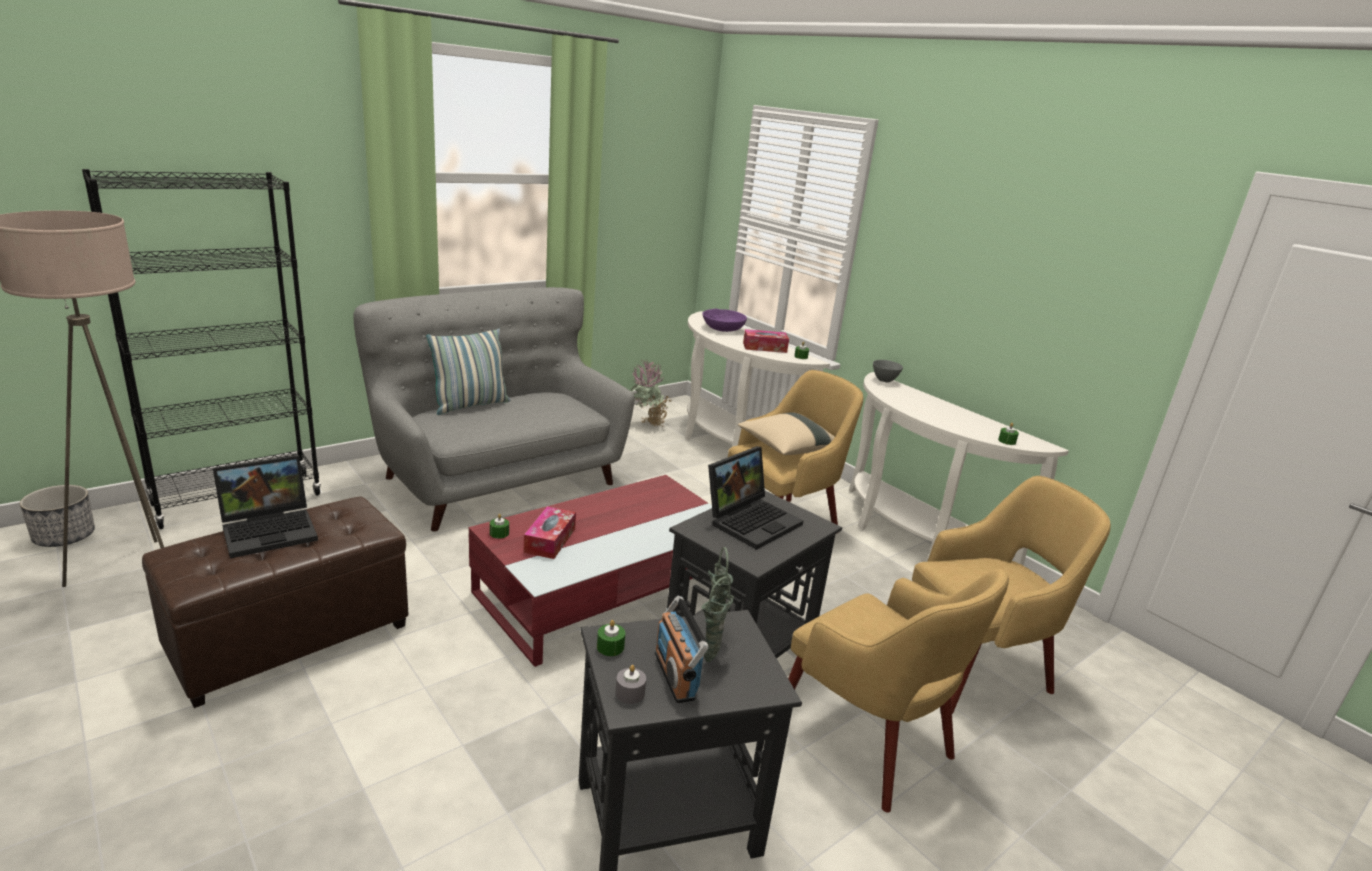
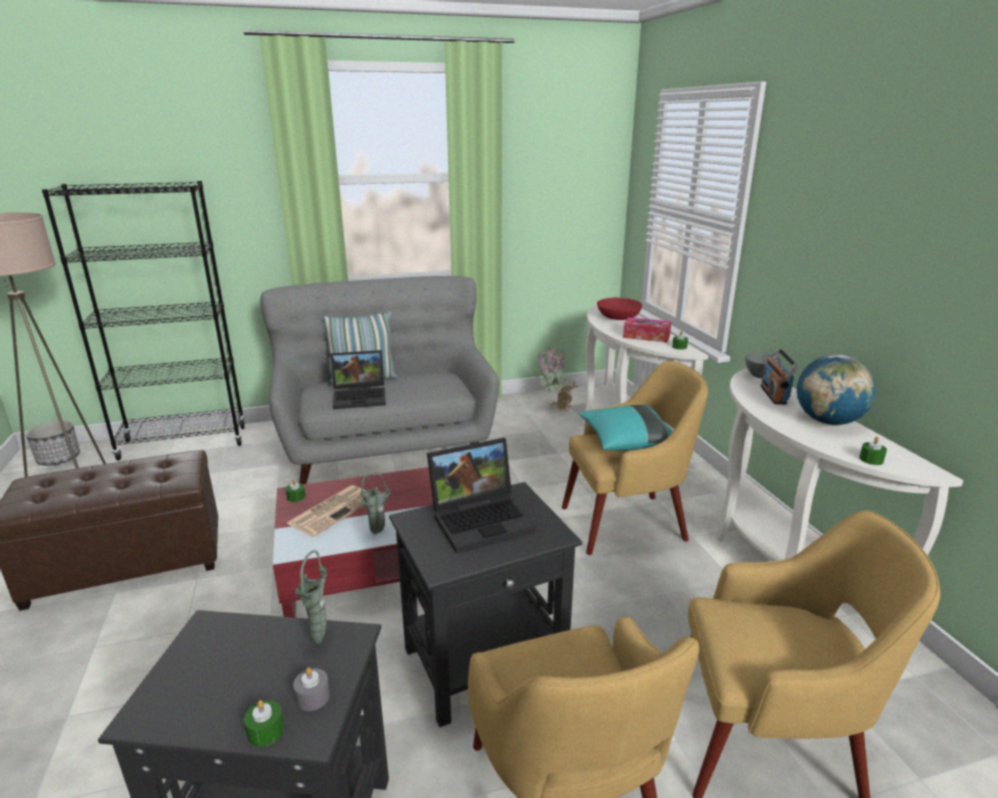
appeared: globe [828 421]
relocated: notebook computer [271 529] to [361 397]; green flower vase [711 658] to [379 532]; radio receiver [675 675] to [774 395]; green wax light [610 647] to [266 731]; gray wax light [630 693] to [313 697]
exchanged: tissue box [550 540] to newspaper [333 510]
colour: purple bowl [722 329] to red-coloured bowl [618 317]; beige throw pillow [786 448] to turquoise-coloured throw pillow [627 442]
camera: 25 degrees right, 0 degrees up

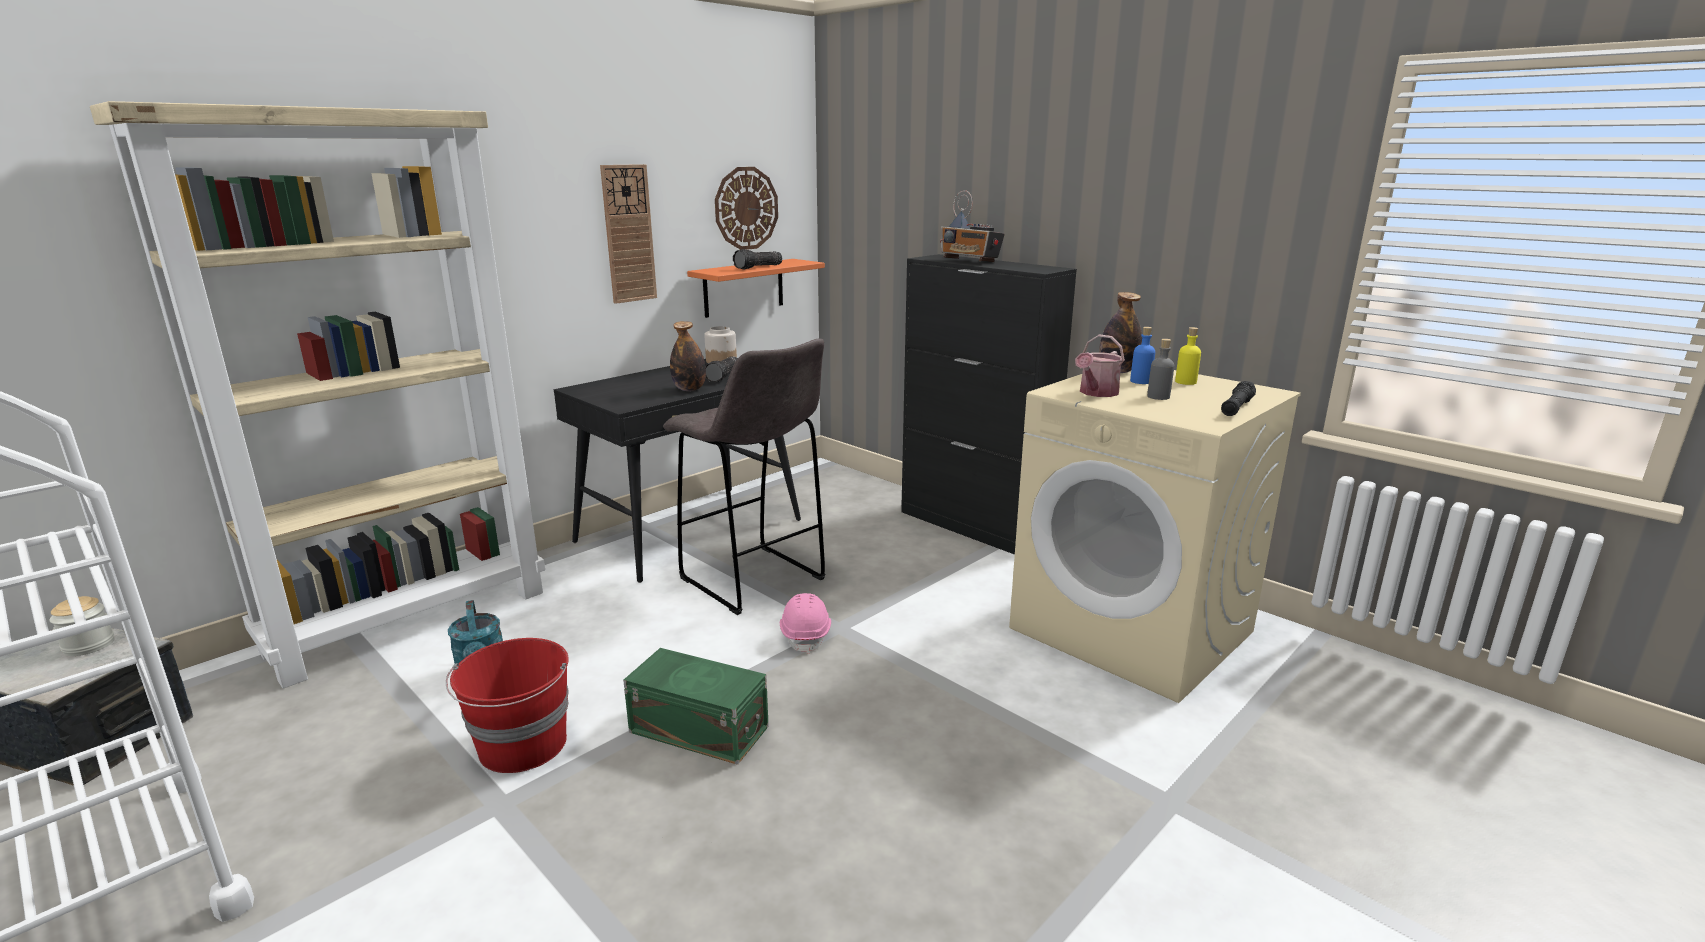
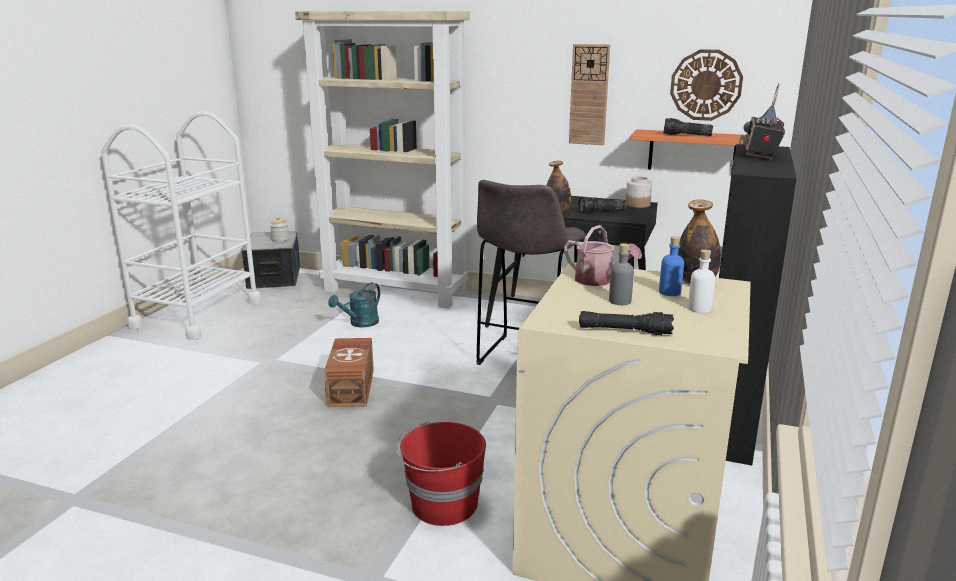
missing: pinkish safety helmet [806 635]
relocated: red-coloured water bucket [523 746] to [443 505]
colour: yellow drink bottle [1185 382] to white drink bottle [699 308]; green storage box [698 727] to brown-coloured storage box [352 387]
spun: watering pot [1096 393] = [598 281] 150 degrees counterclockwise
camera: 65 degrees right, 0 degrees up

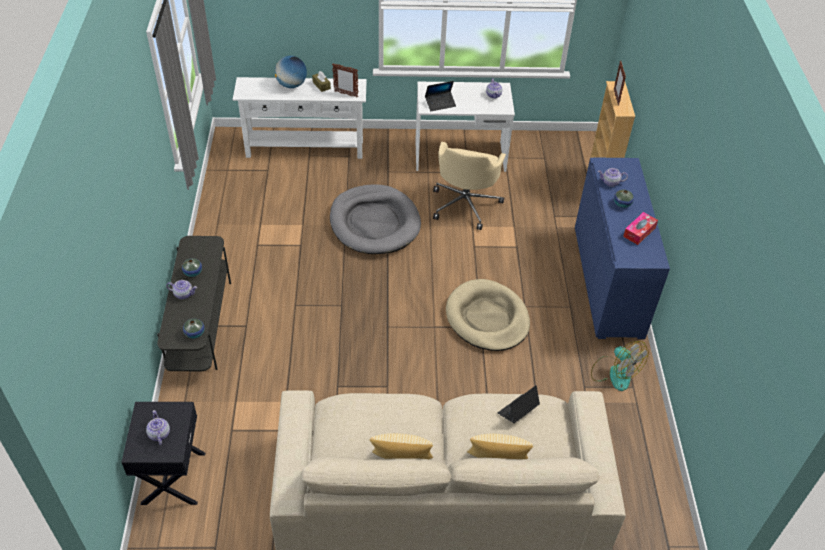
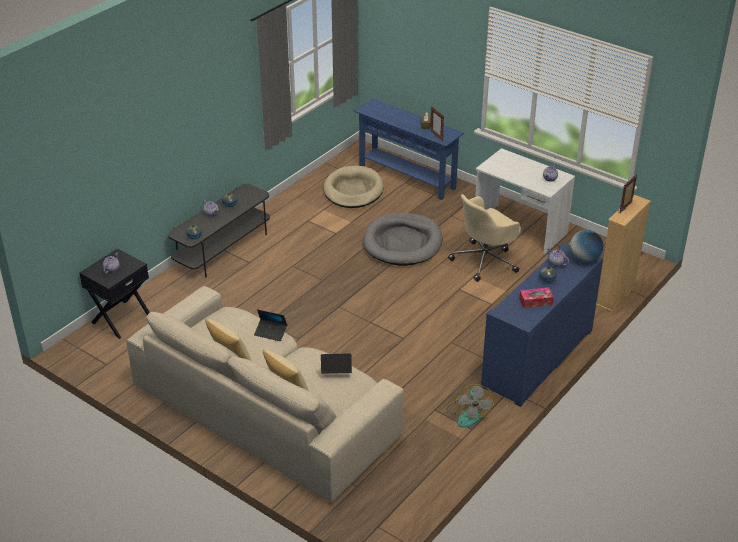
relocated: globe [291 85] to [584 259]; notebook computer [440 104] to [271 332]; beige dog bed [487 318] to [353 190]
colour: white narrow table [305 148] to blue-coloured narrow table [407 177]
camera: 40 degrees right, 10 degrees down

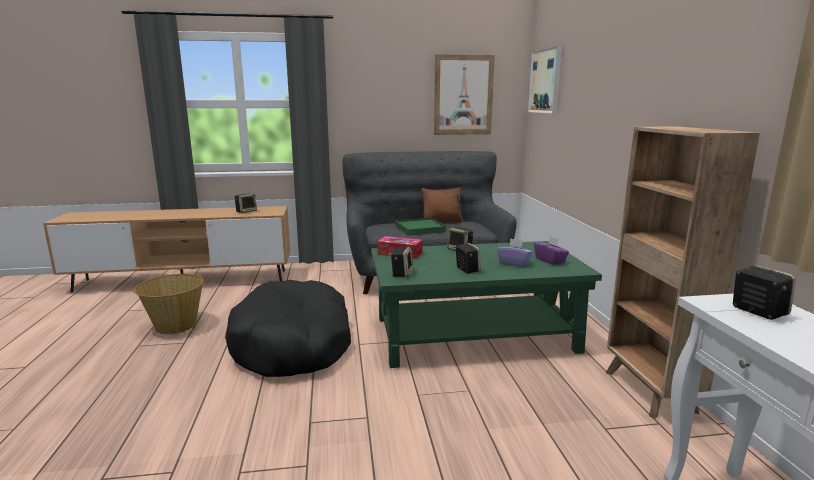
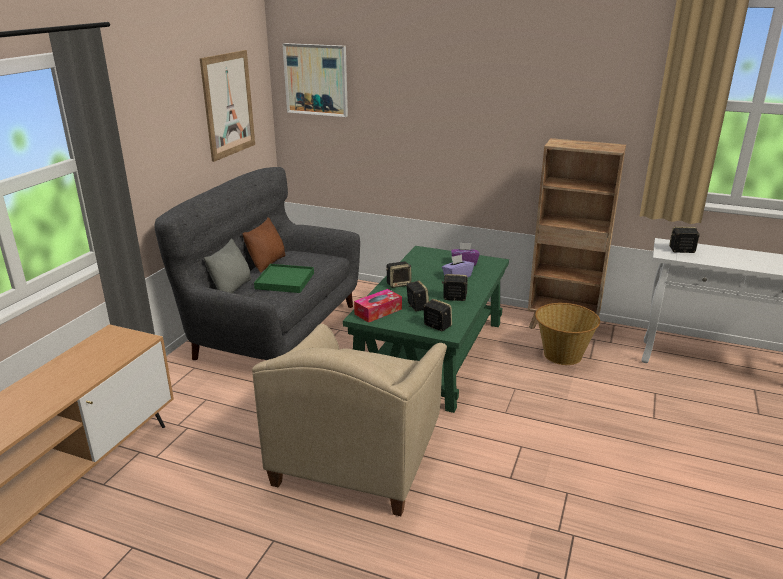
appeared: gray throw pillow [231 288]
relocated: loudspeaker [246 211] to [416 306]; storage basket [175 325] to [562 355]
exchanged: blackish dog bed [293 344] to beige armchair [358 456]
camera: 60 degrees left, 10 degrees up

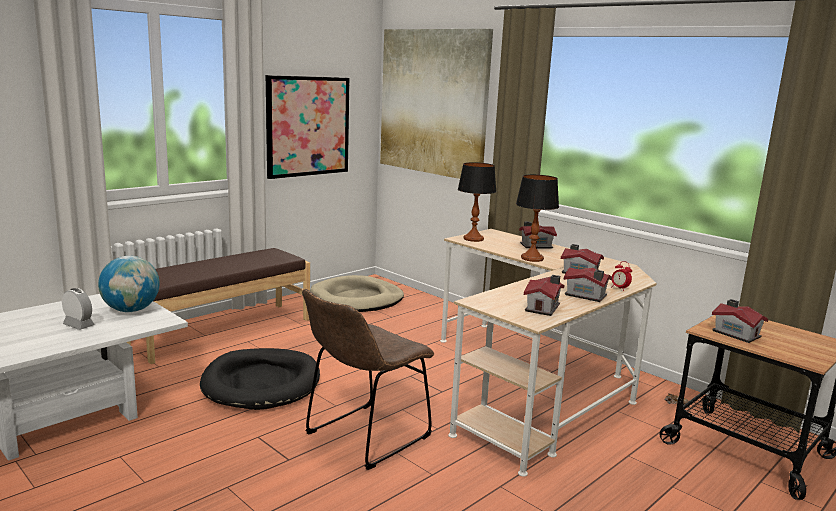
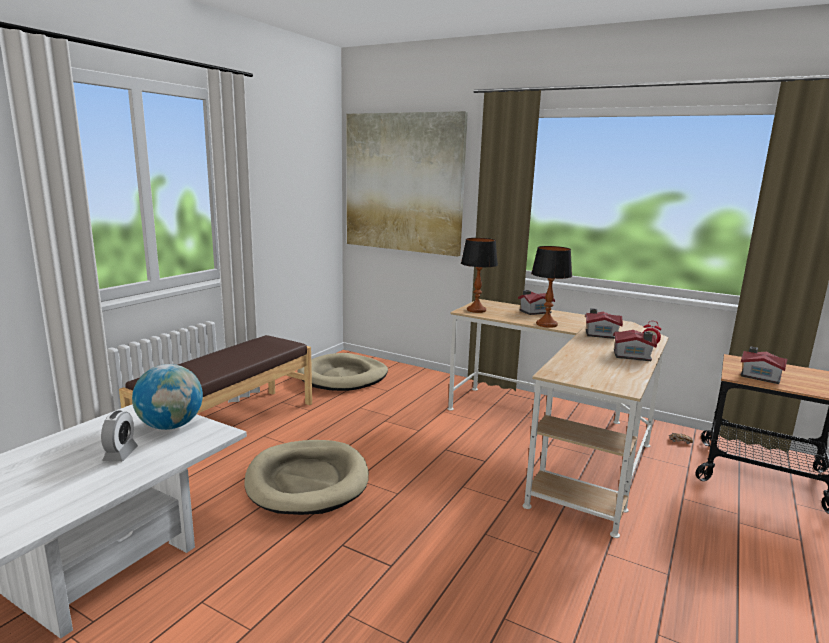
missing: wall picture [308 126]; model house [544 307]; brown-coloured plain chair [363 437]
colour: blackish dog bed [262 383] to beige dog bed [307 481]
spun: alarm clock [78 325] = [120 454] 75 degrees clockwise
camera: 15 degrees left, 0 degrees up

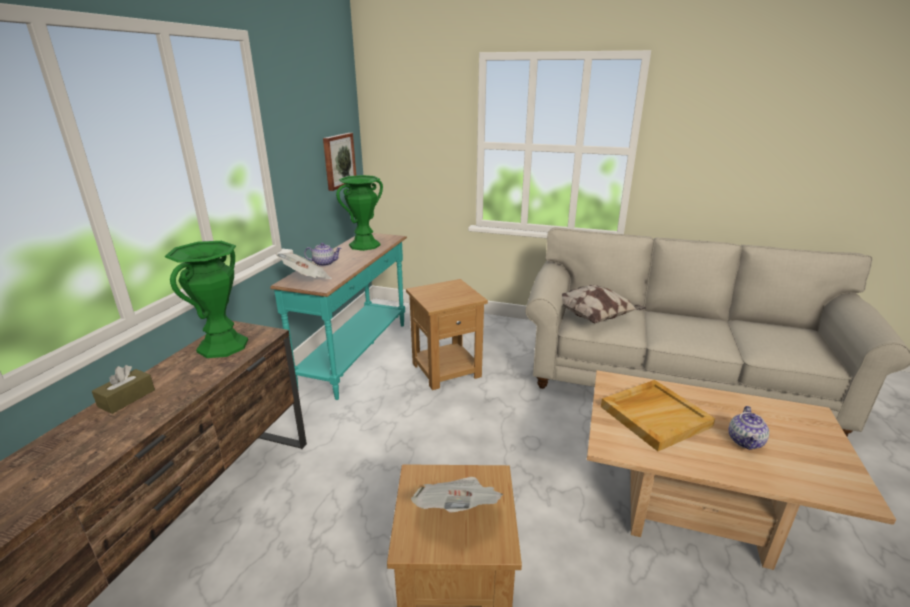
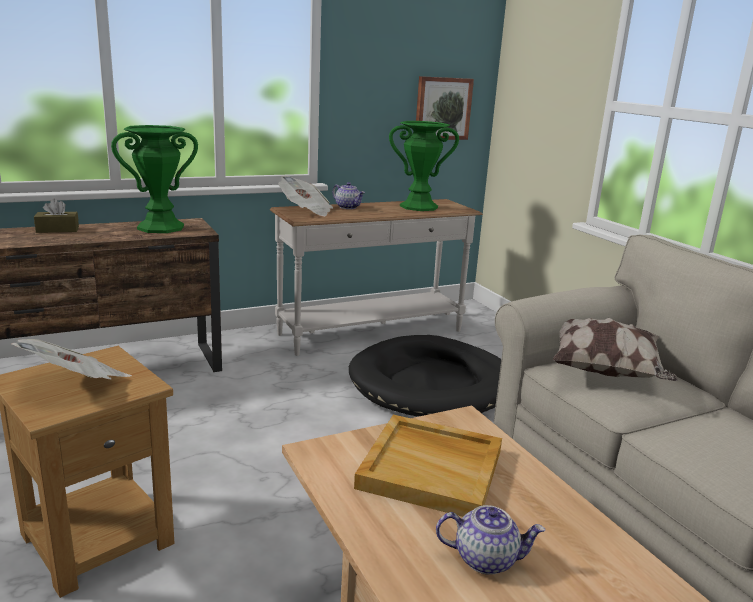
exchanged: brown-coloured accent table [447 370] to blackish dog bed [432 383]
colour: turquoise-coloured narrow table [357 354] to white narrow table [372 333]
spun: tea pot [745 441] = [486 559] 150 degrees counterclockwise
camera: 45 degrees right, 5 degrees down

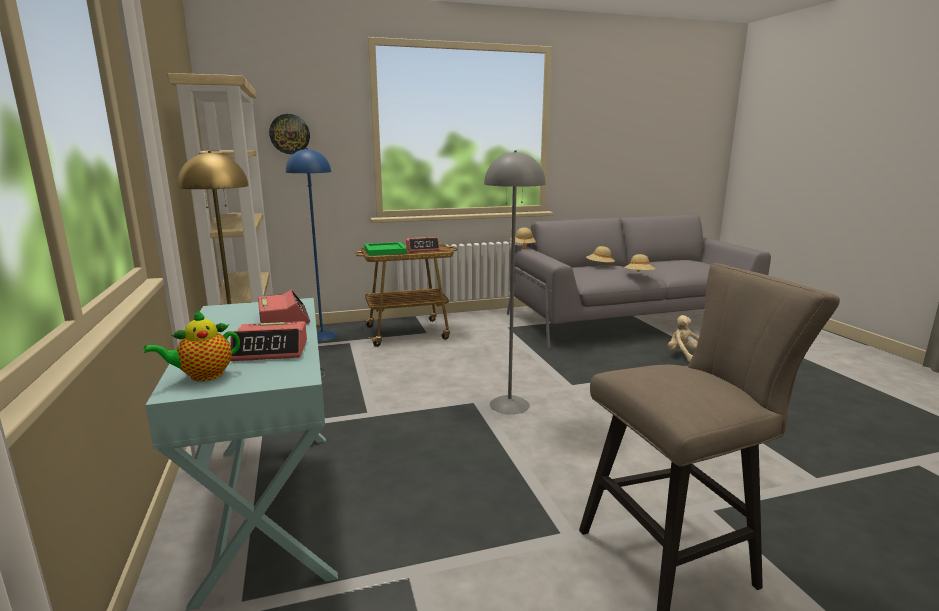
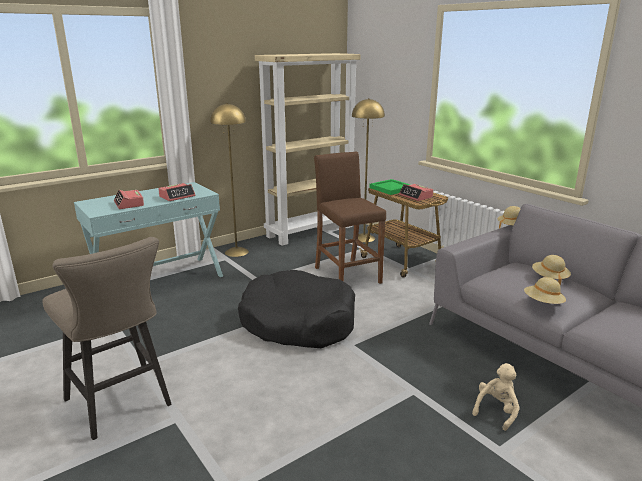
missing: hanging clock [289 134]; tea pot [202 376]
appeared: brown-coloured sitting stool [347 275]
exchanged: gray standard lamp [509 404] to blackish dog bed [298 322]
colour: blue-coloured standard lamp [322 336] to yellow standard lamp [364 238]
camera: 70 degrees right, 5 degrees up

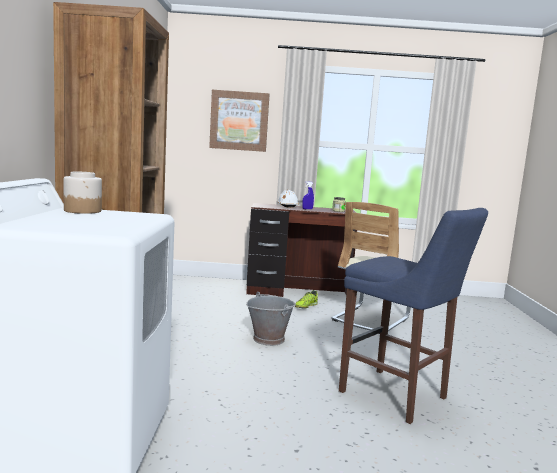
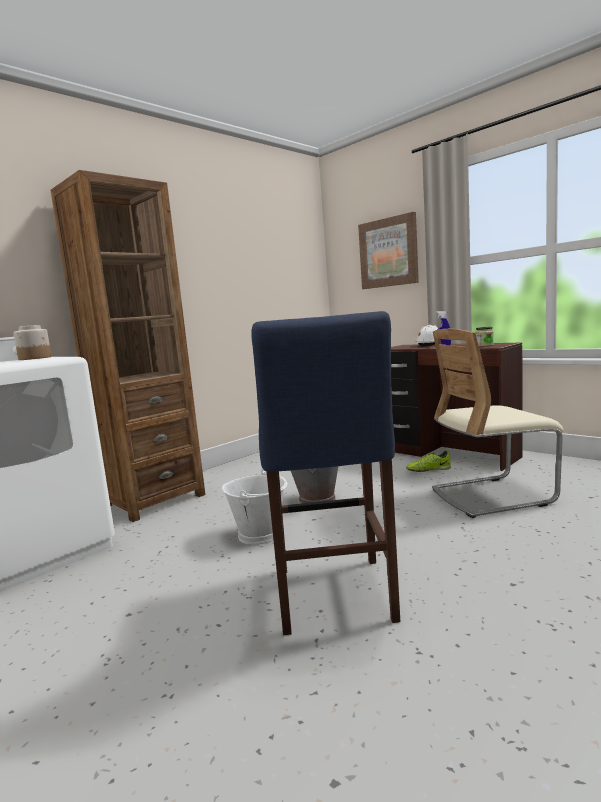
appeared: white water bucket [260 534]
camera: 45 degrees right, 0 degrees up

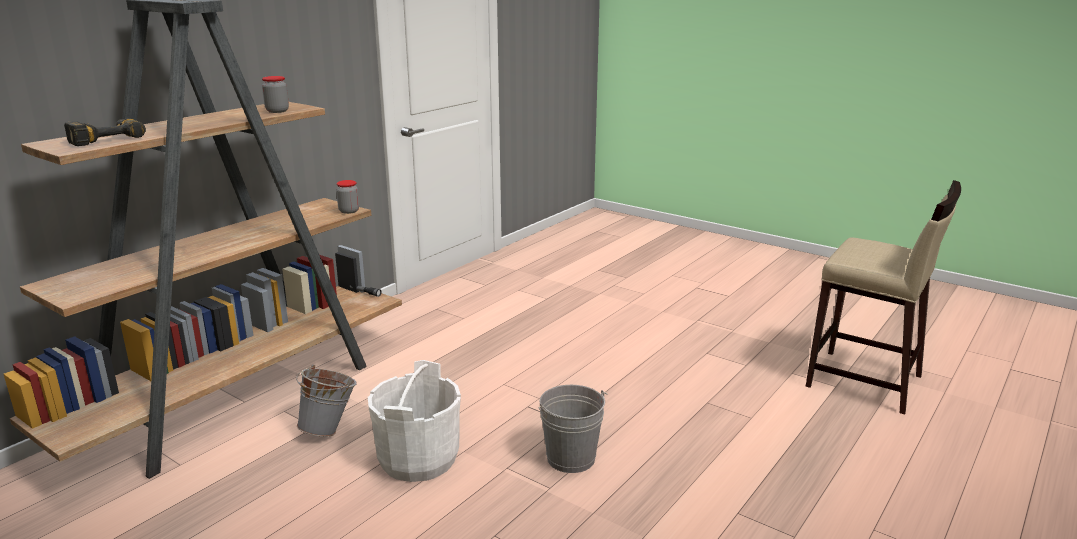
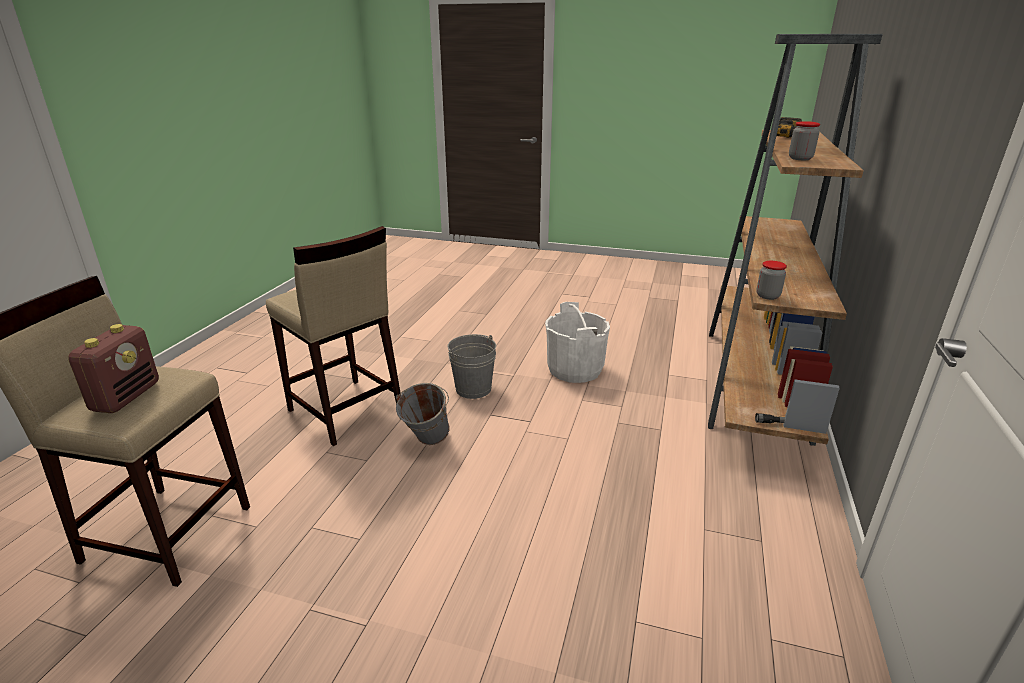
appeared: beige sitting stool [345 411]; radio receiver [126 397]
relocated: gray water bucket [330 429] to [426 443]
camera: 160 degrees right, 5 degrees up

